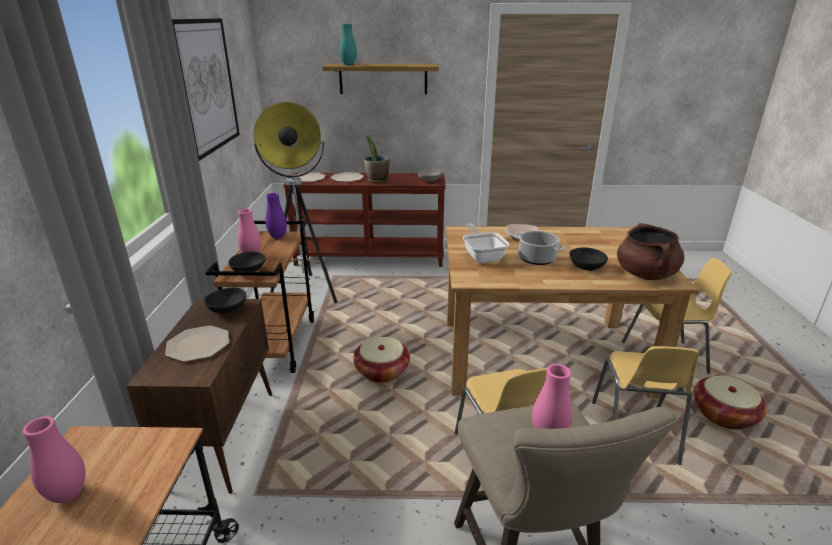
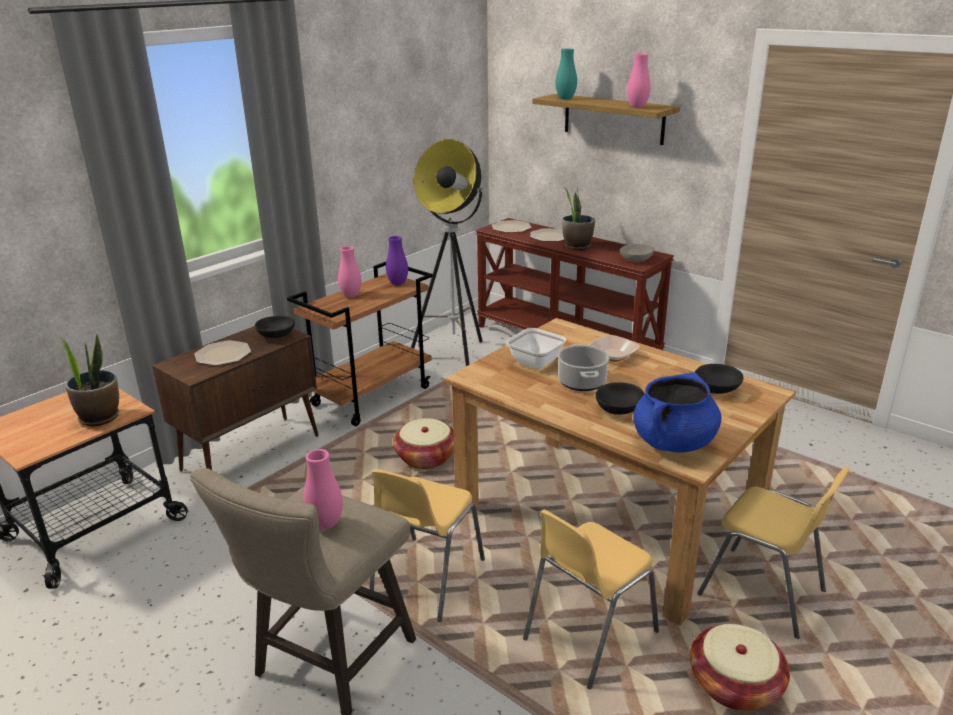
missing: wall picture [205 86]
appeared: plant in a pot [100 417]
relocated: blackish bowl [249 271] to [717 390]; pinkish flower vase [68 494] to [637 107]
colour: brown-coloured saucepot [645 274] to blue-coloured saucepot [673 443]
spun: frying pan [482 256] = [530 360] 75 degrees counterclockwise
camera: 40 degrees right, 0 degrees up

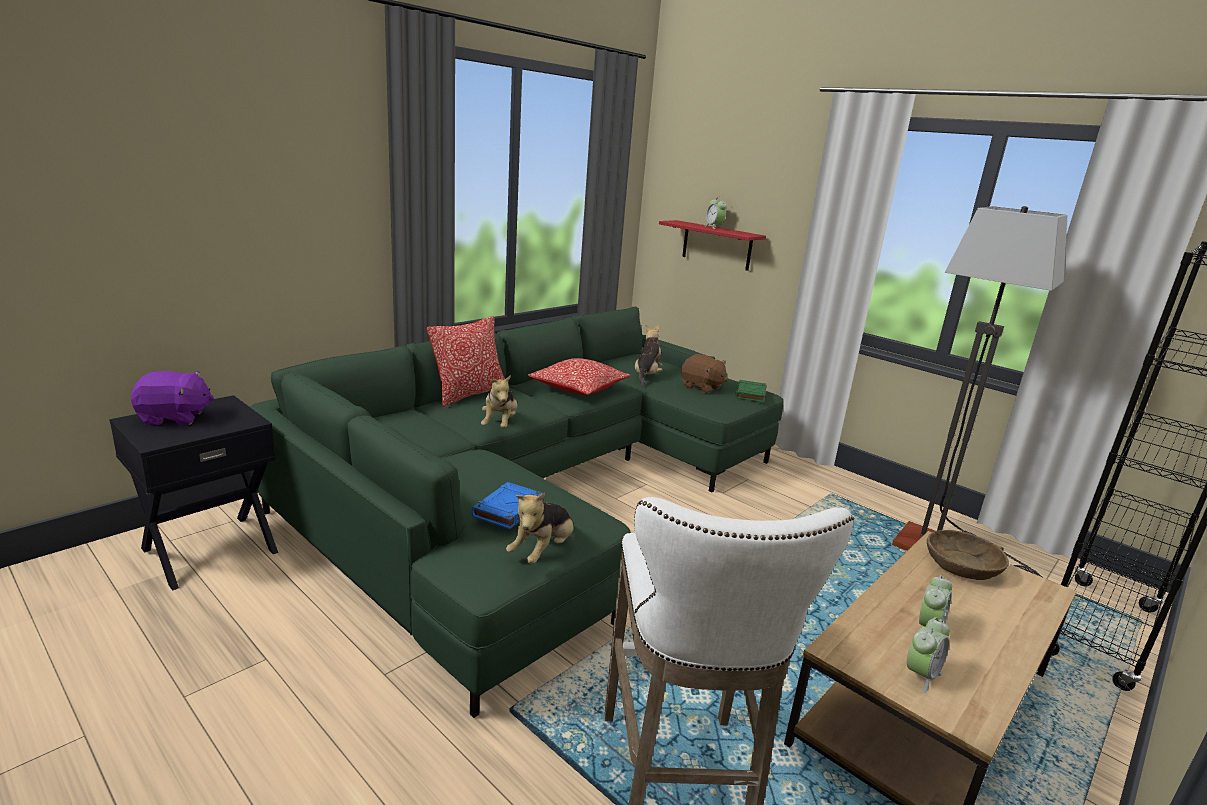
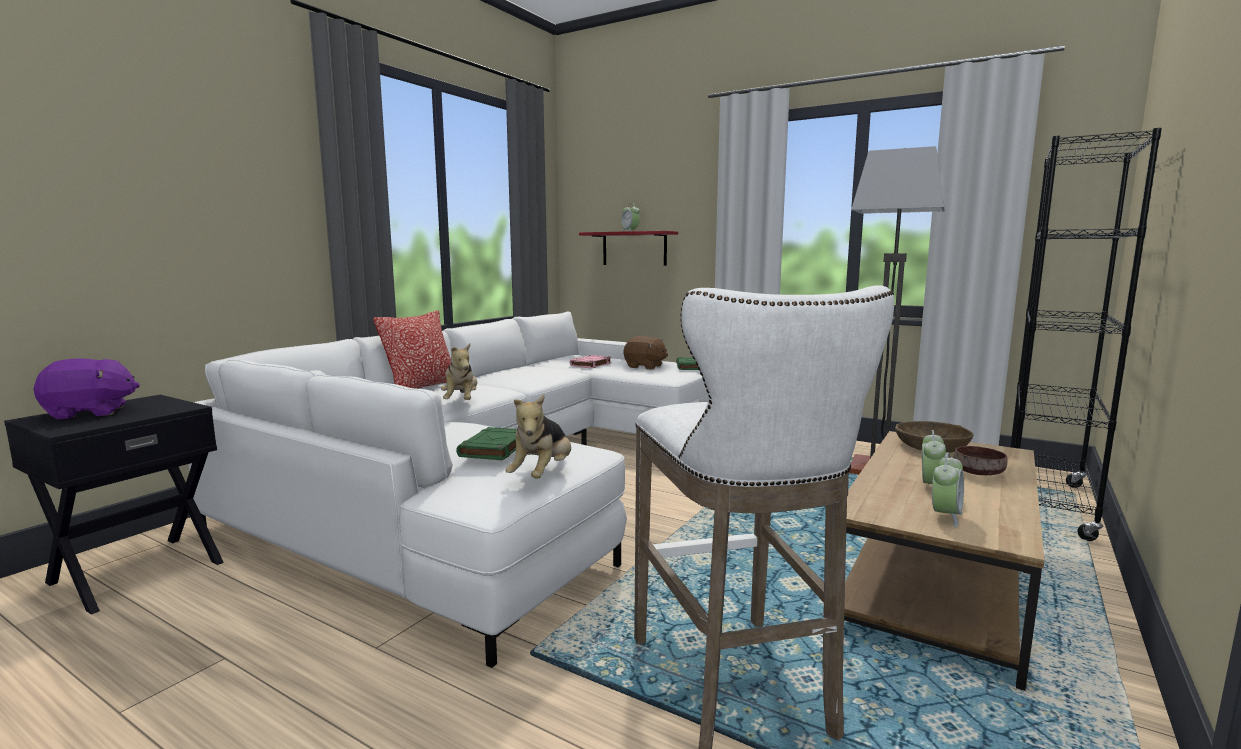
missing: throw pillow [578 388]
appeared: brown-coloured bowl [977 472]
exchanged: cuddly toy [647 375] to pinkish volume [590 365]
colour: green settee [538 490] to white settee [504 477]; blue-coloured volume [507 510] to green volume [494 449]
camera: 10 degrees left, 10 degrees down

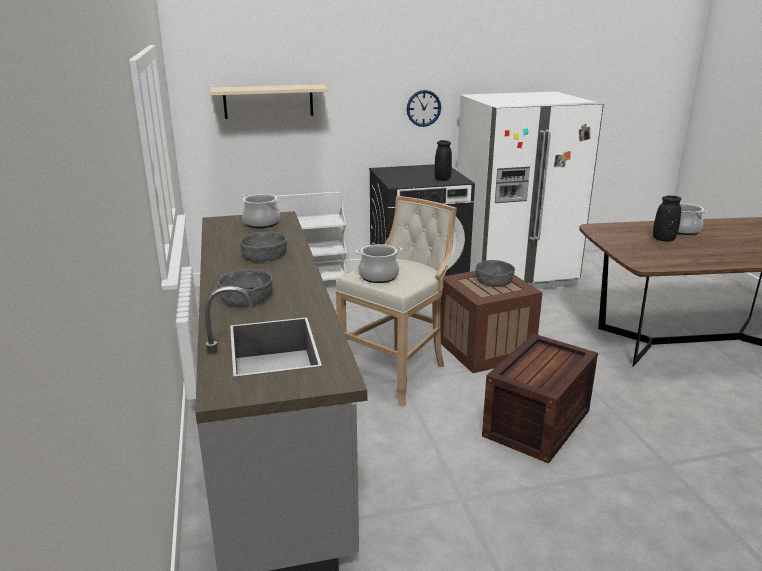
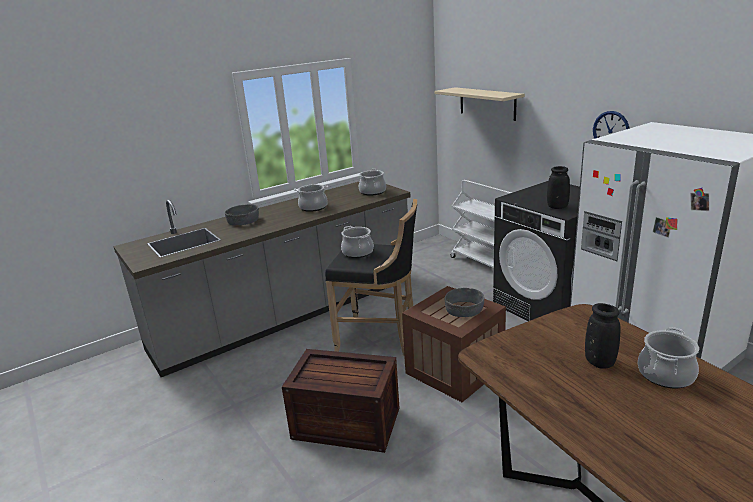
exchanged: gray bowl [264 255] to saucepot [313 207]
colour: beige sitting stool [397 372] to blackish sitting stool [381 339]
camera: 70 degrees right, 0 degrees up

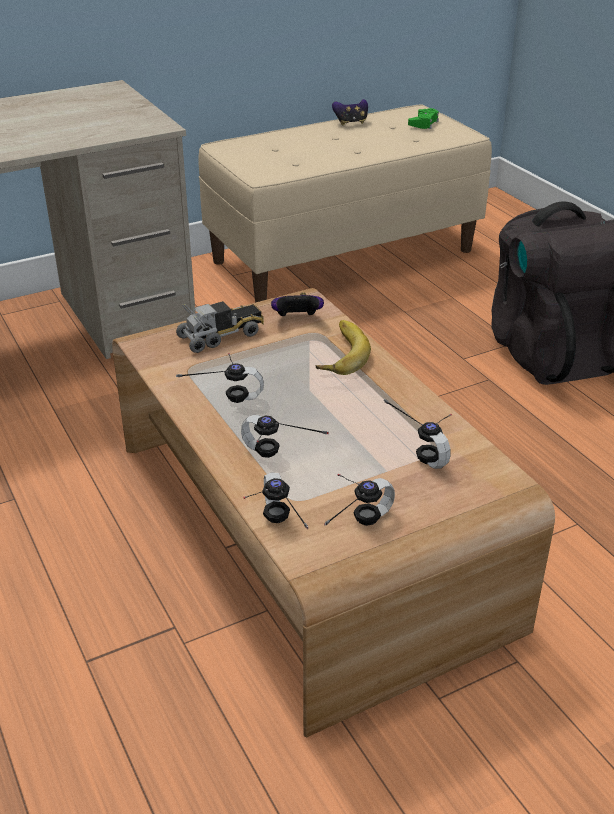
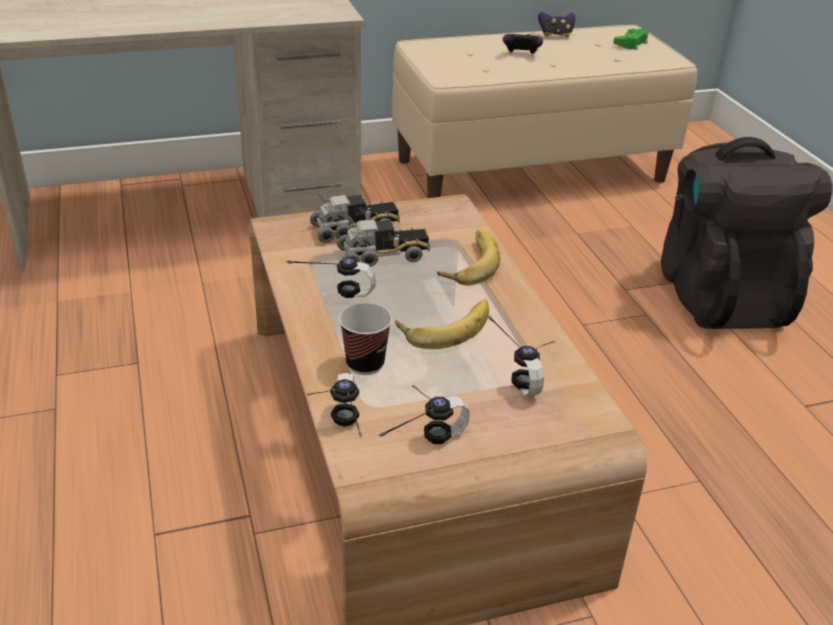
appeared: model truck [383 255]; whole banana [445 326]
relocated: gamepad [297 319] to [521 55]
exchanged: headphones [276 462] to cup [365 364]
camera: 10 degrees right, 0 degrees up

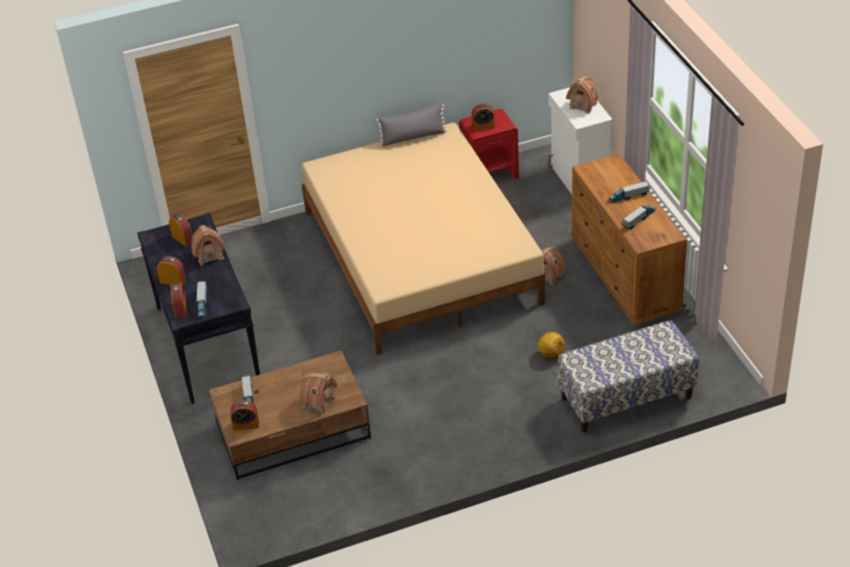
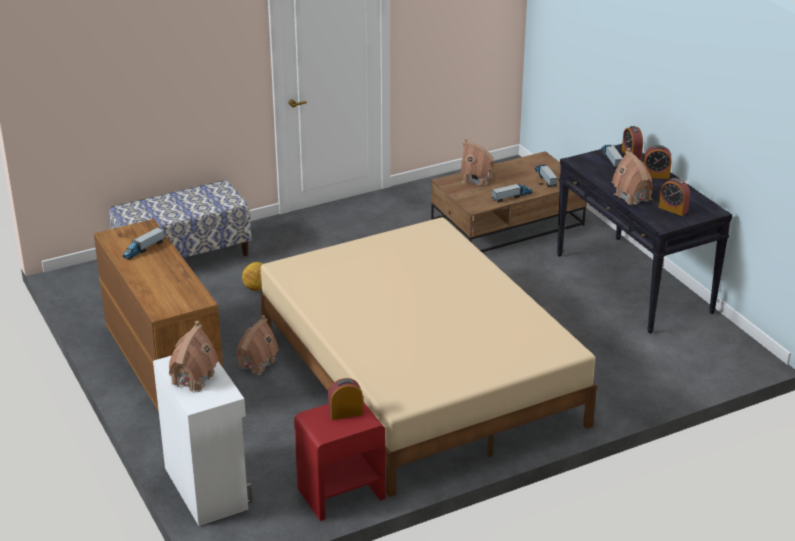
missing: gray throw pillow [413 137]; alarm clock [246 425]
relocated: model truck [629 196] to [512 197]
camera: 170 degrees right, 10 degrees down

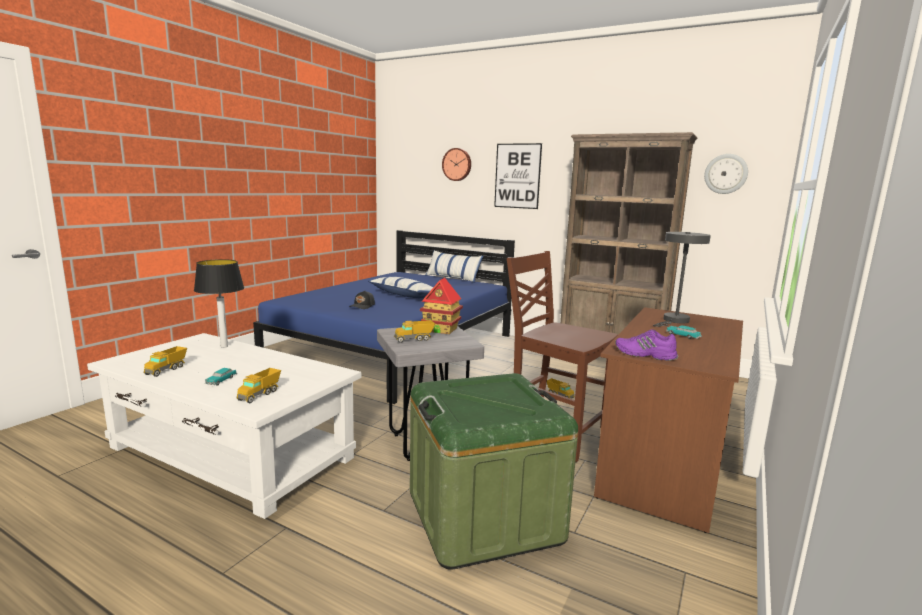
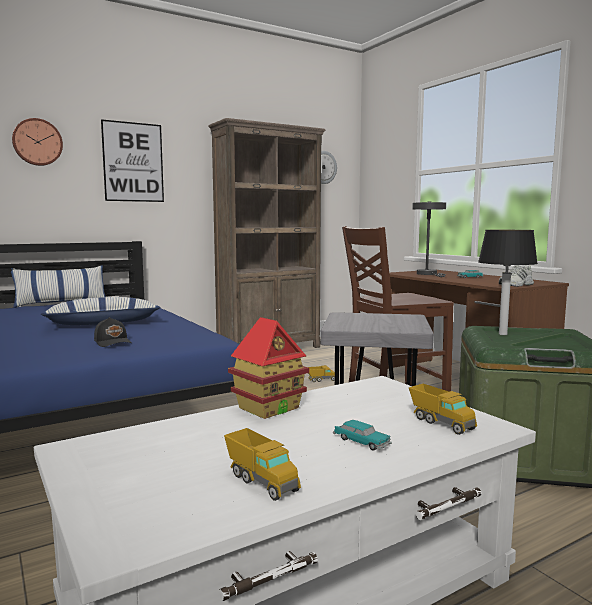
missing: model truck [414 339]
relocated: table lamp [224 346] to [502 334]; model house [441 329] to [269 408]
colour: purple shoe [644 355] to white shoe [516 285]
camera: 60 degrees left, 5 degrees down

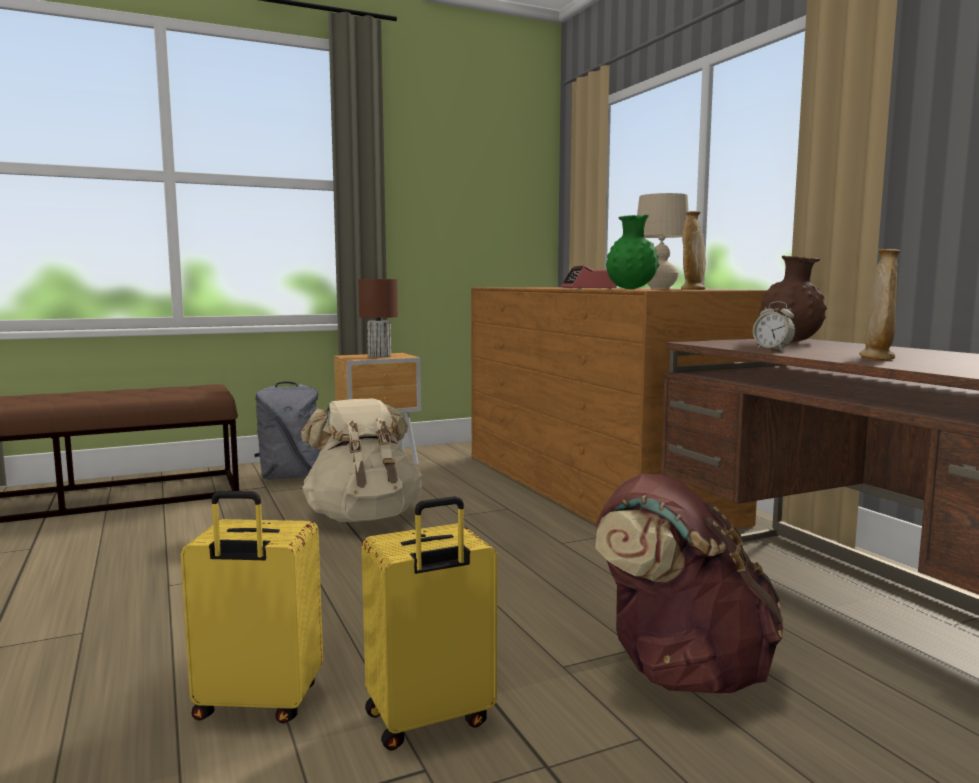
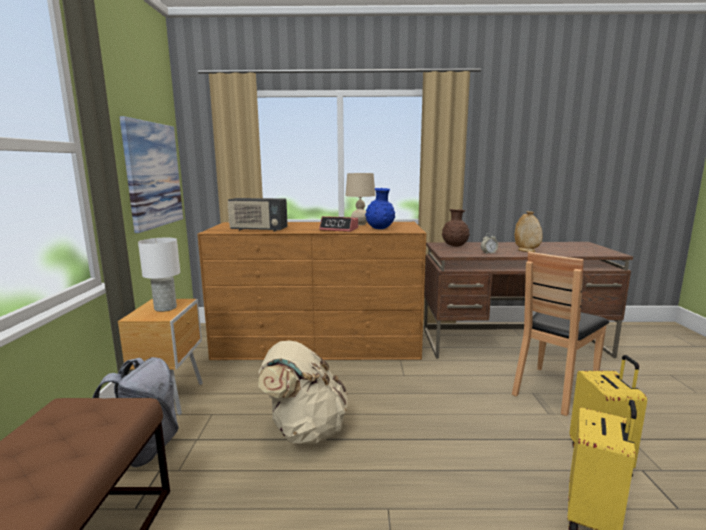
missing: beige flower vase [693 289]
appeared: wall picture [153 175]; radio receiver [258 230]
exchanged: brown-coloured backpack [680 671] to brown-coloured plain chair [553 390]
colour: green flower vase [631 289] to blue-coloured flower vase [380 229]; brown-coloured table lamp [379 356] to white table lamp [166 308]
camera: 65 degrees left, 5 degrees up

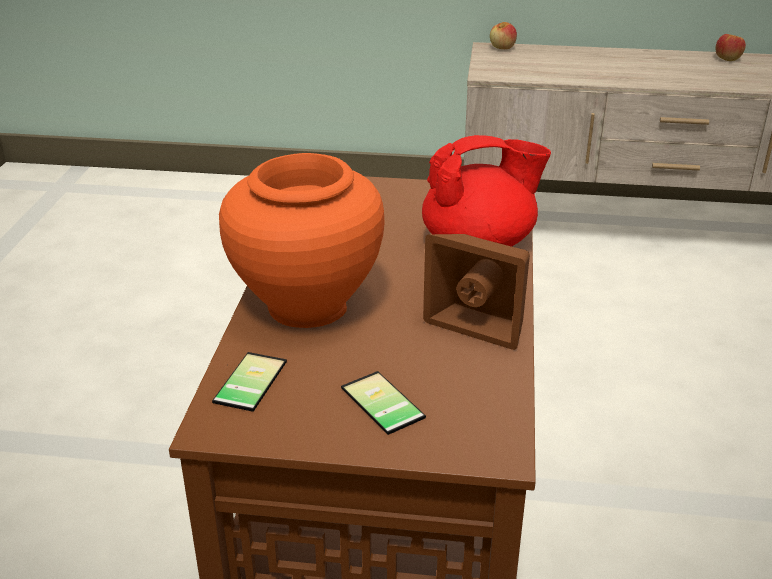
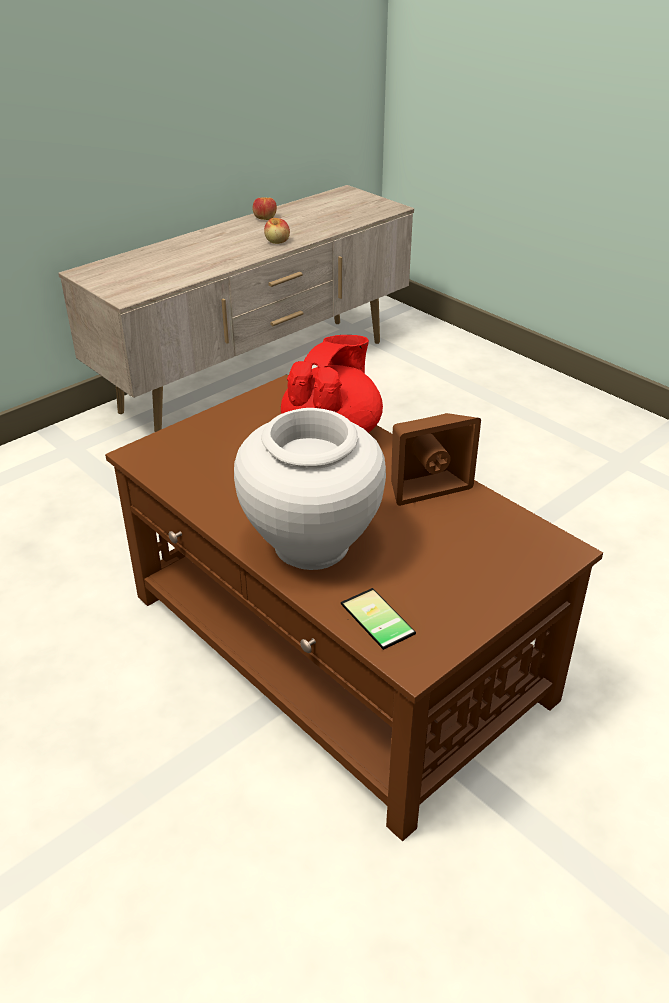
missing: phone [378 404]
relocated: apple fruit [502 47] to [277 242]
colour: orangey flower vase [306 306] to white flower vase [311 546]
camera: 50 degrees left, 5 degrees up

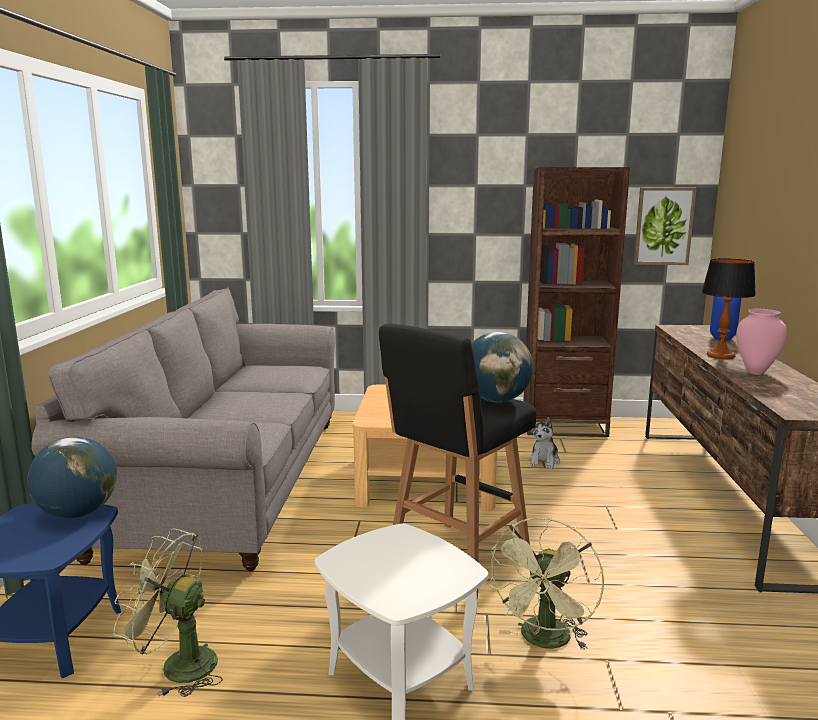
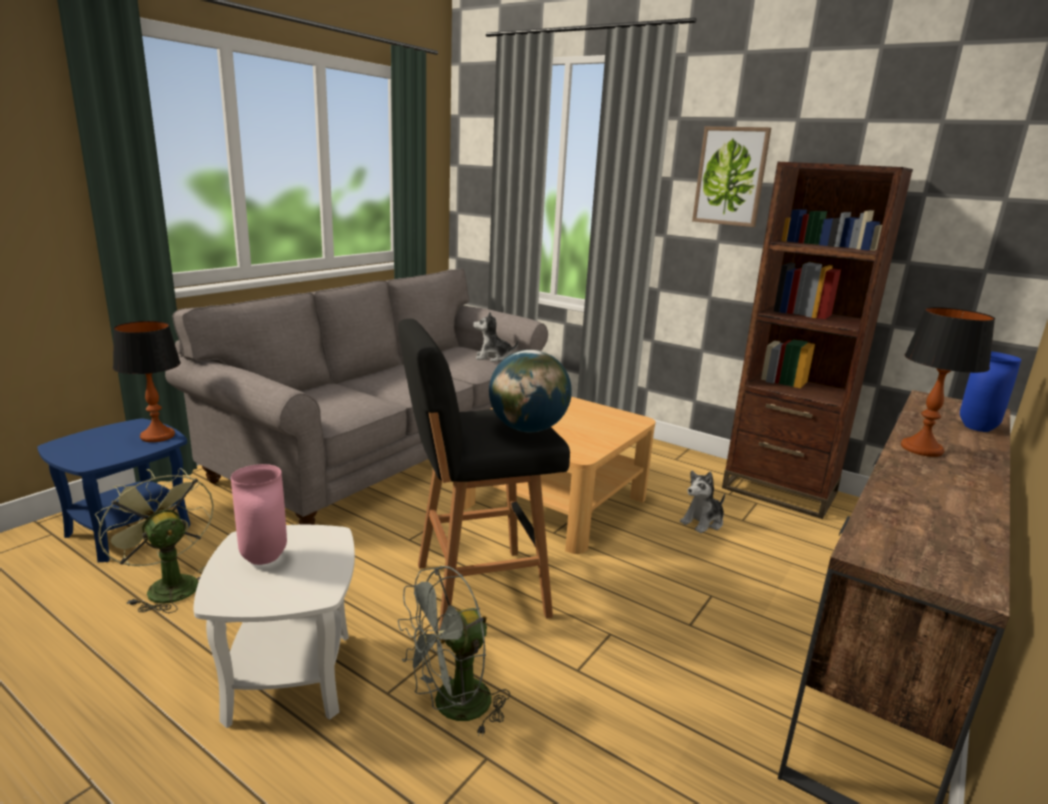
appeared: cuddly toy [493 358]
relocated: wall picture [663 226] to [730 176]; pinkish flower vase [755 372] to [262 559]
exchanged: globe [78 513] to table lamp [157 436]
colour: green cooling fan [544 641] to gray cooling fan [452 707]
camera: 30 degrees right, 5 degrees up

